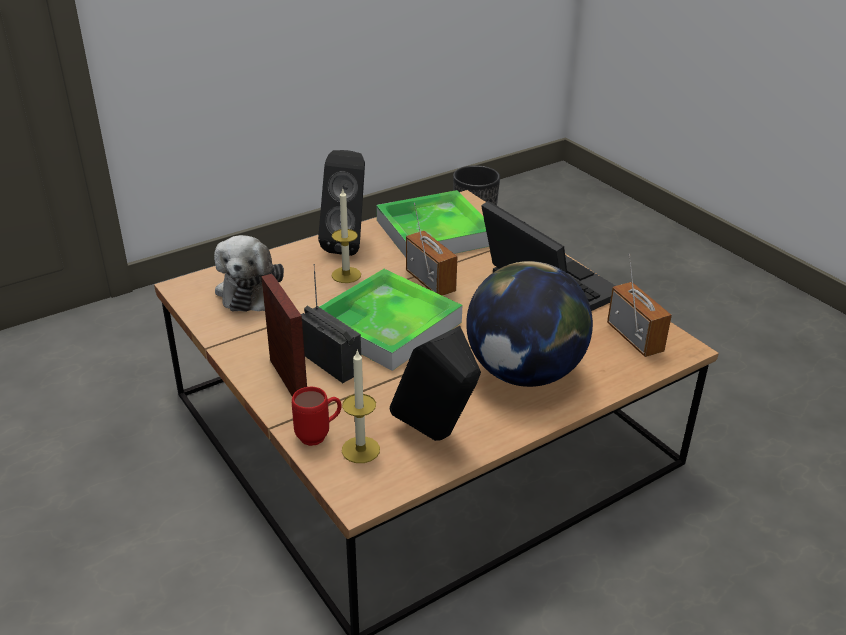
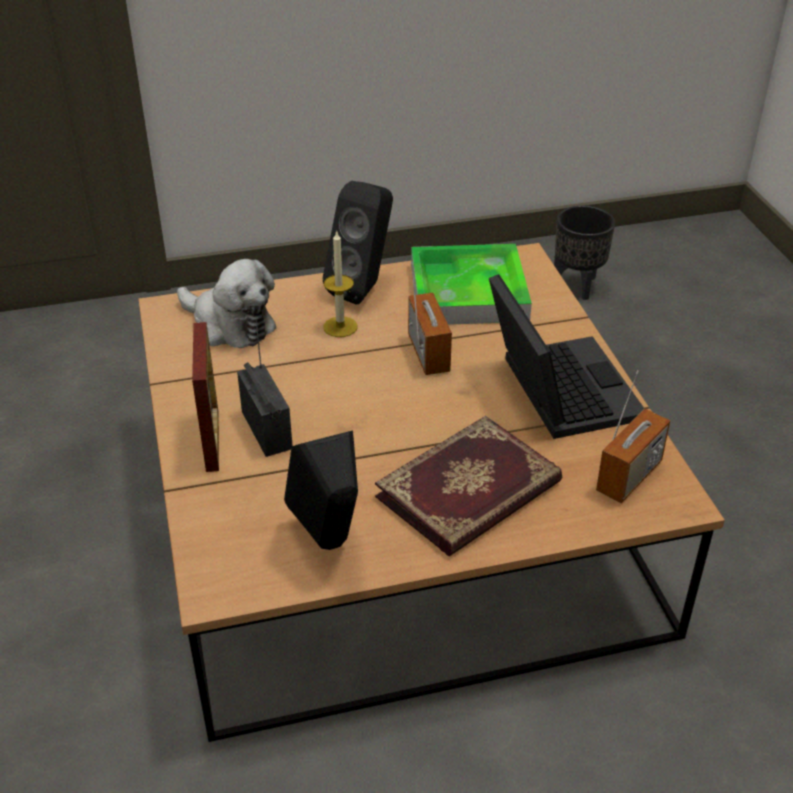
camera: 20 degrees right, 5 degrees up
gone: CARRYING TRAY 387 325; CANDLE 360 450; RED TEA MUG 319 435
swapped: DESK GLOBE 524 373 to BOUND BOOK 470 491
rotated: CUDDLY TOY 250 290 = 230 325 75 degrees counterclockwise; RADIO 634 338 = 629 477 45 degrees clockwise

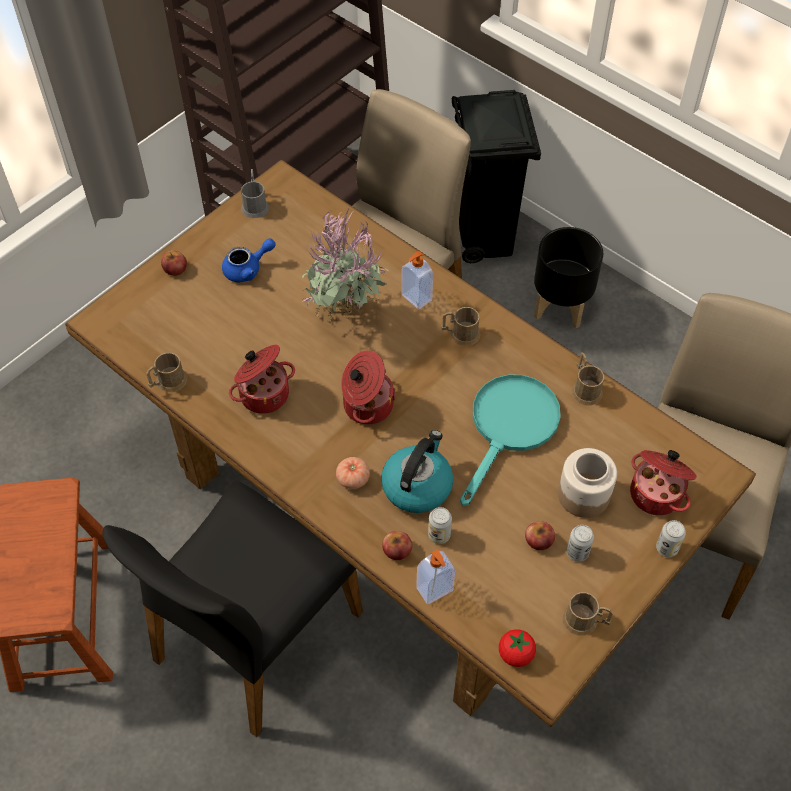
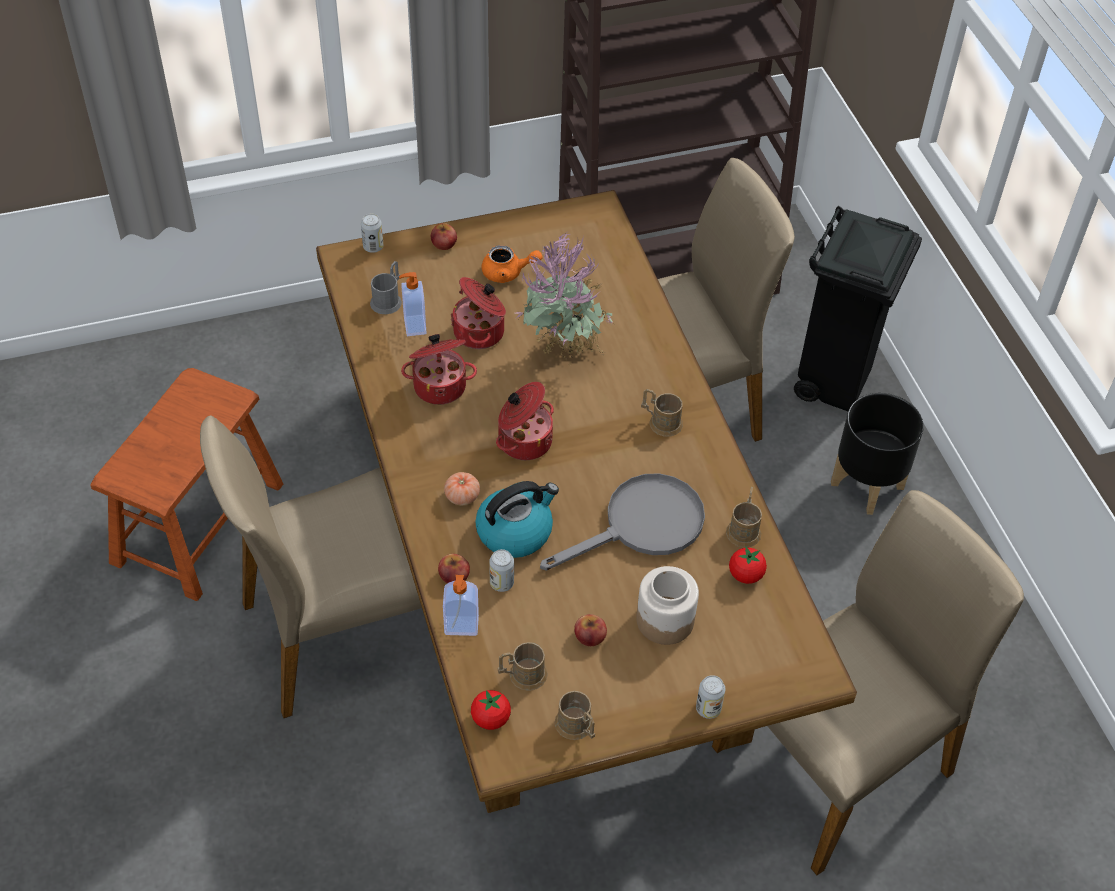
camera: 30 degrees right, 5 degrees down
new: FRESH TOMATO 745 575
shifted: GREY TEA MUG 255 204 to 388 299; SOAP BOTTLE 416 298 to 413 326; BROWN-COLOURED TEA MUG 168 382 to 522 675; COOKING POT 657 493 to 480 332; SEALED CAN 577 552 to 373 247
repainted: BLUISH POT FOR TEA 248 269 to ORANGE-COLOURED POT FOR TEA 508 273; BLUE-GREEN SKILLET 510 427 to GREY SKILLET 642 526; BLACK-COLOURED CHAIR 254 636 to SAND-COLOURED CHAIR 344 632

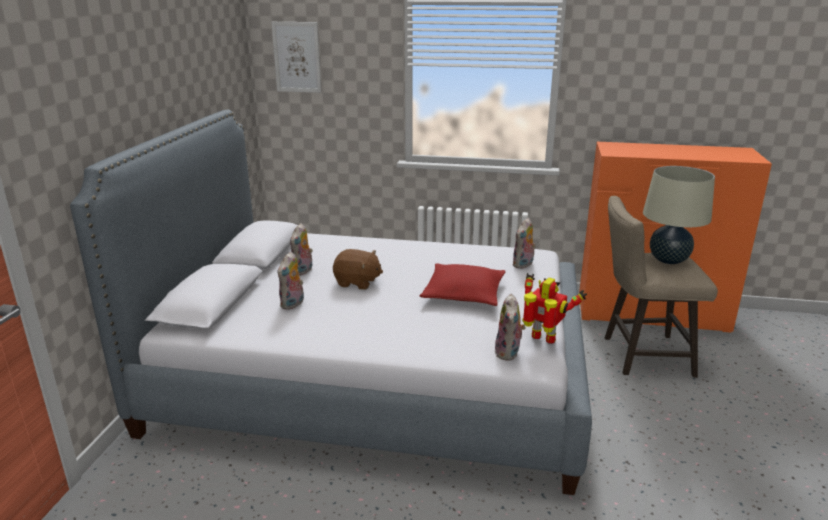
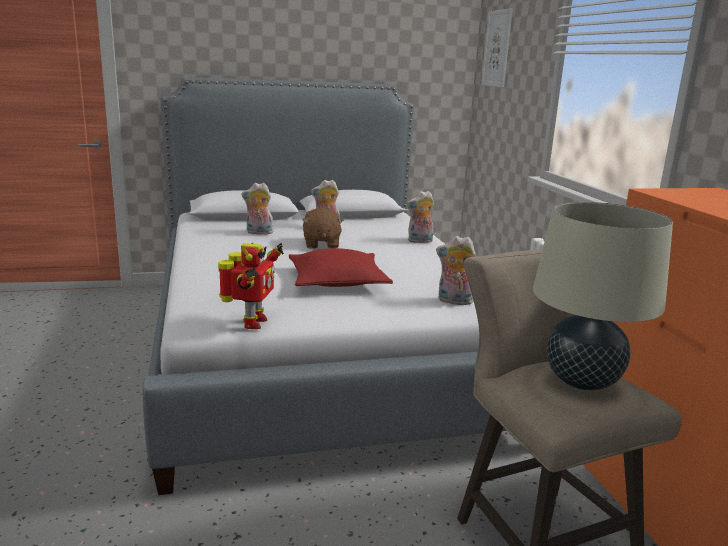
camera: 65 degrees right, 5 degrees down
shifted: CUDDLY TOY 509 353 to 420 241

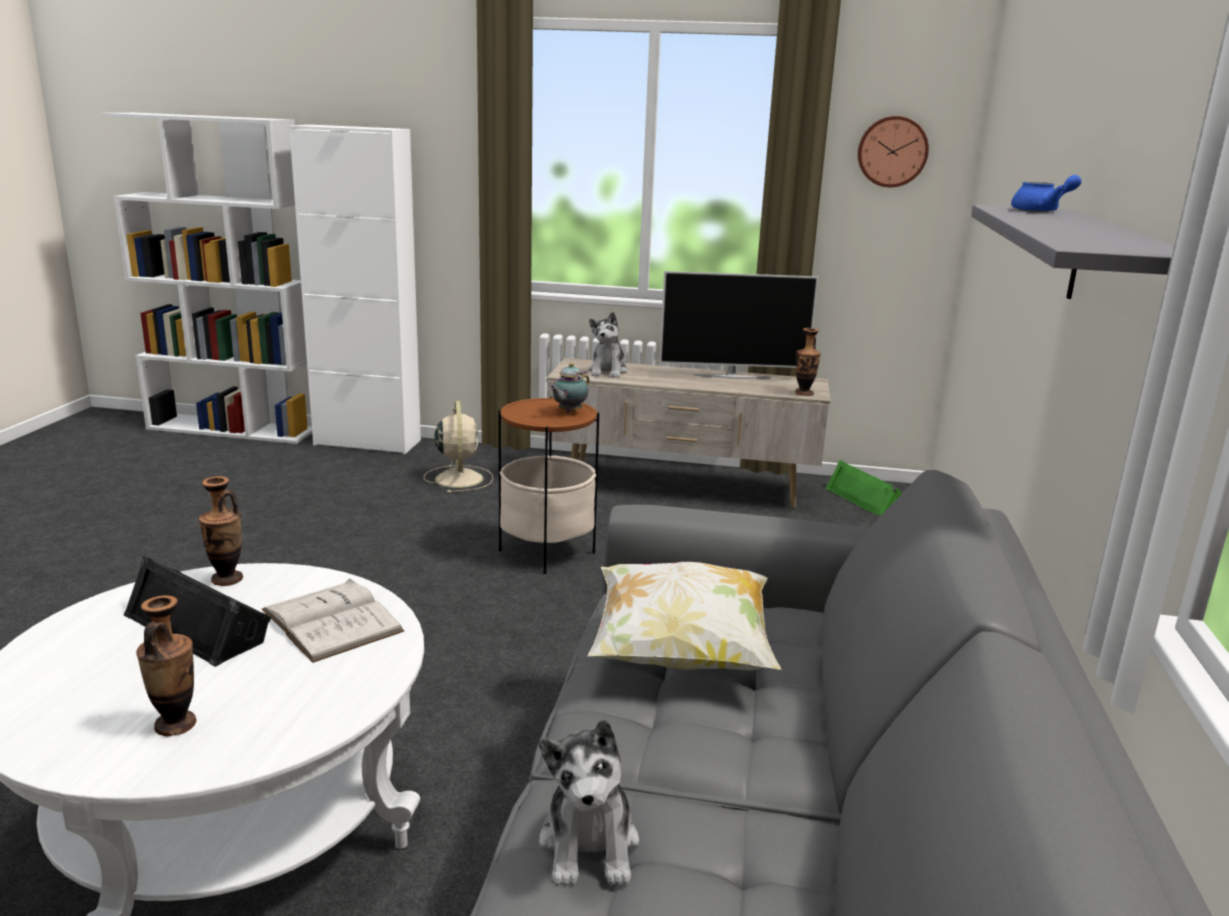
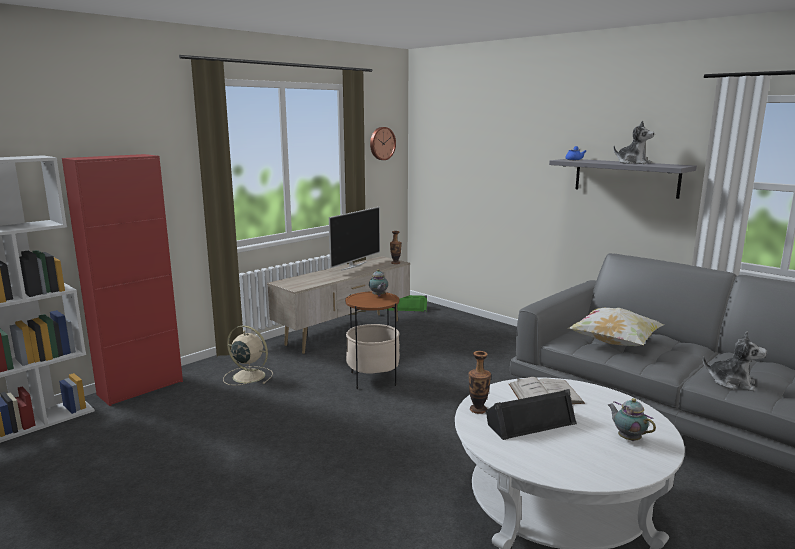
camera: 55 degrees left, 5 degrees down
shifted: CUDDLY TOY 608 371 to 633 163
swapped: VASE 175 725 to POT FOR TEA 627 438
repainted: WHITISH CABINET 367 442 to RED CABINET 140 388

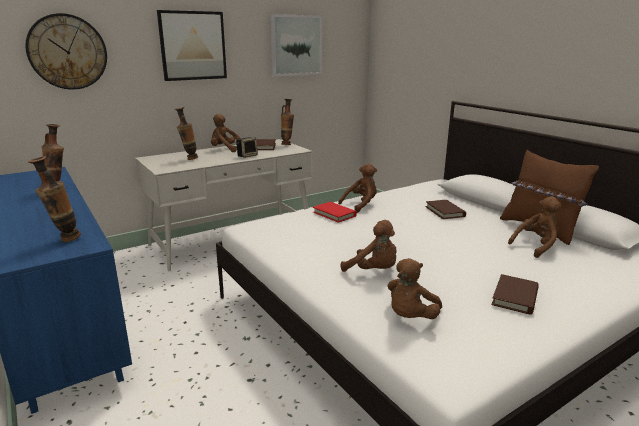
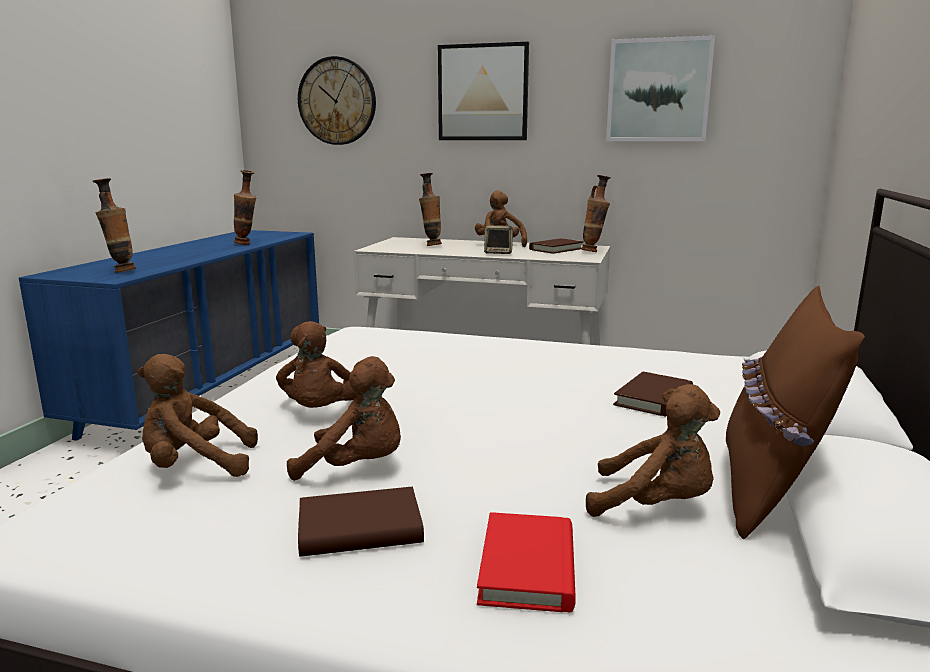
camera: 50 degrees right, 5 degrees down
shifted: BROWN-COLOURED CUDDLY TOY 361 205 to 357 467; RED BOUND BOOK 334 214 to 528 567

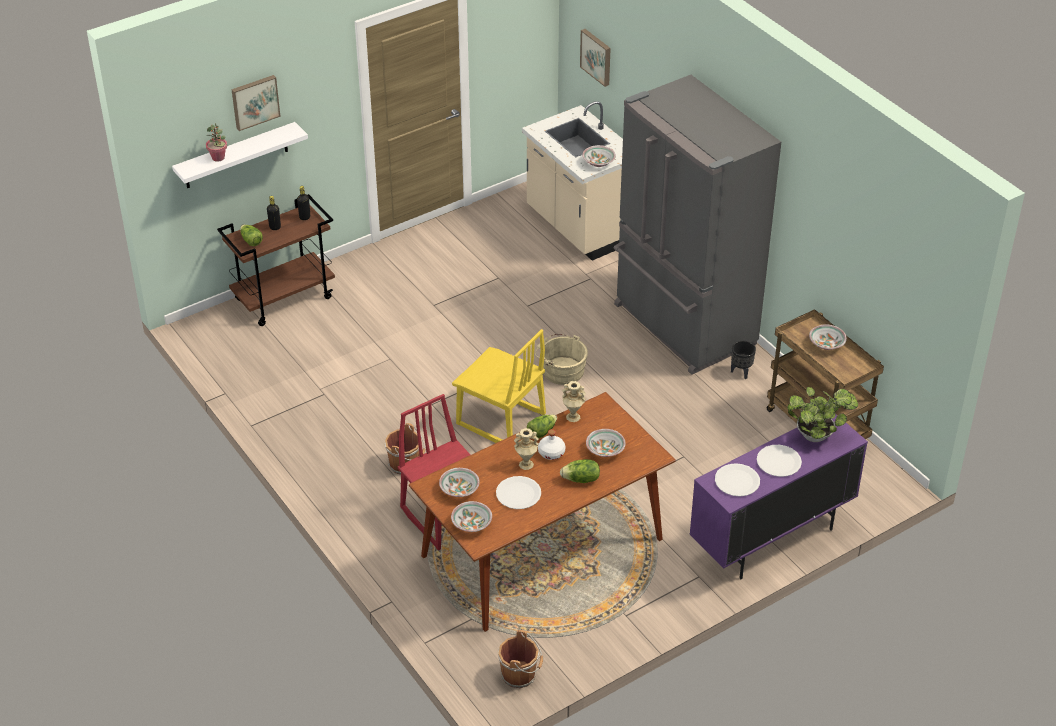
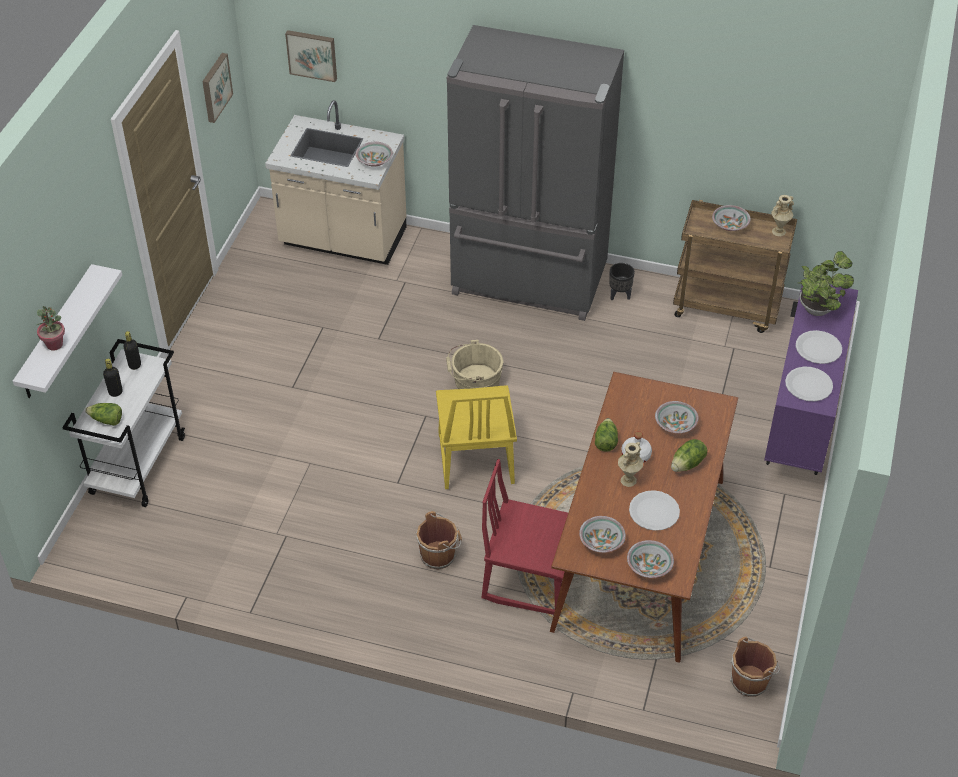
camera: 40 degrees left, 5 degrees up
shifted: WALL ART 254 101 to 215 87; SAND-COLOURED VASE 573 417 to 779 231
repainted: BROWN-COLOURED CART 284 298 to WHITISH CART 138 464
rotated: YELLOW CHAIR 500 420 = 474 459 90 degrees clockwise

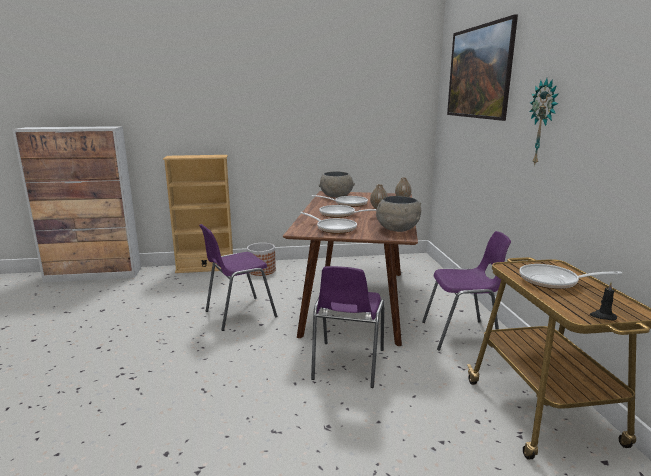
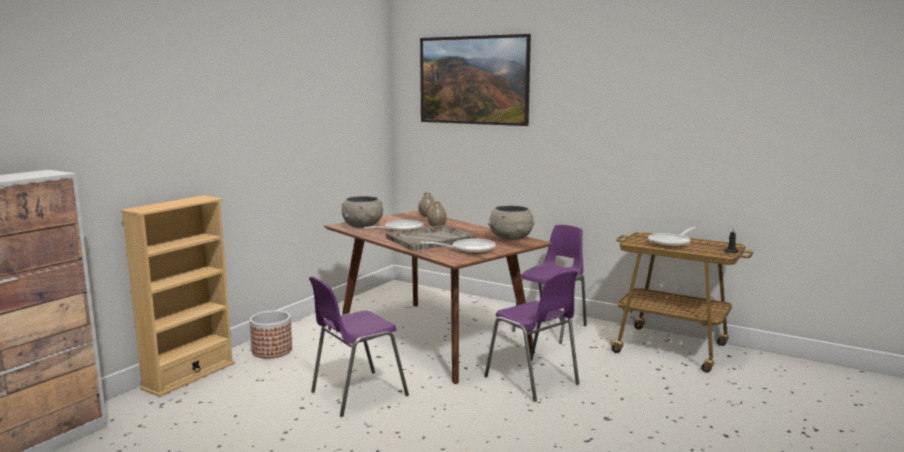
camera: 50 degrees left, 5 degrees down
gone: WALL CLOCK 544 123
swapped: SKILLET 340 214 to GREY CARRYING TRAY 431 239
rotated: PURPLE CHAIR 238 314 = 356 394 45 degrees clockwise

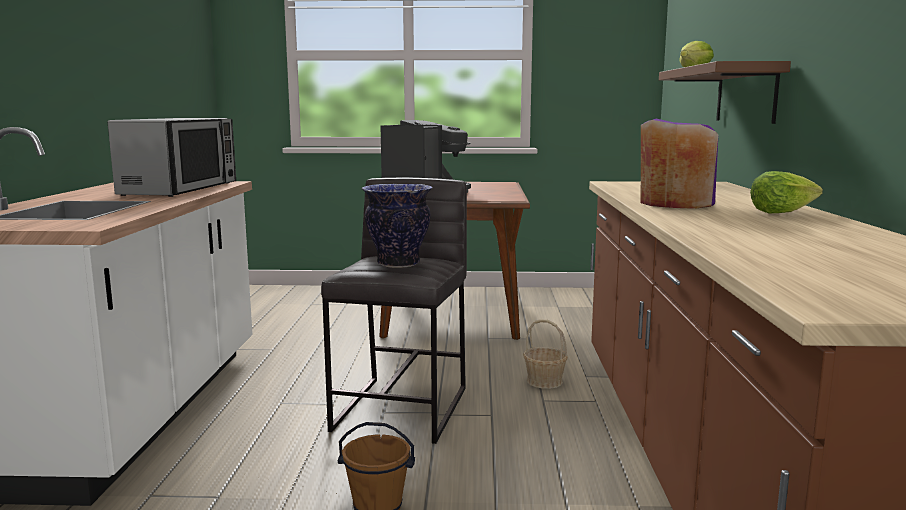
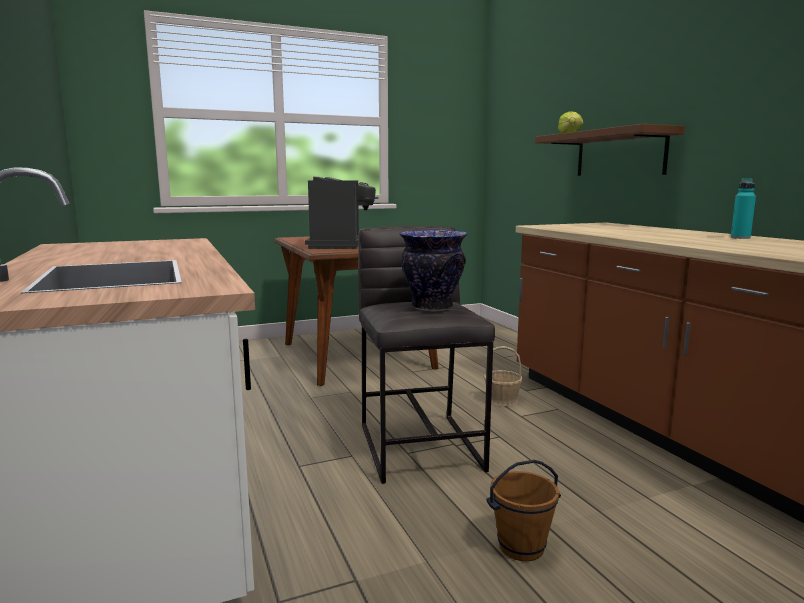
camera: 25 degrees left, 0 degrees up
gone: MICROWAVE OVEN 181 189; PURPLE VASE 675 203
swapped: HEAD OF LETTUCE 781 212 to BLUE-GREEN BEVERAGE BOTTLE 740 238

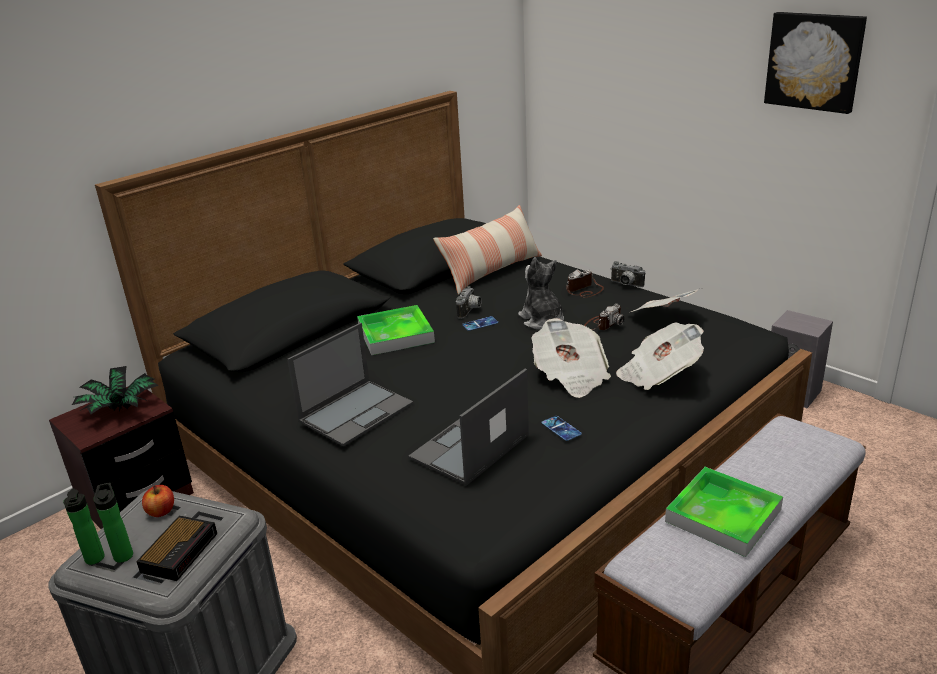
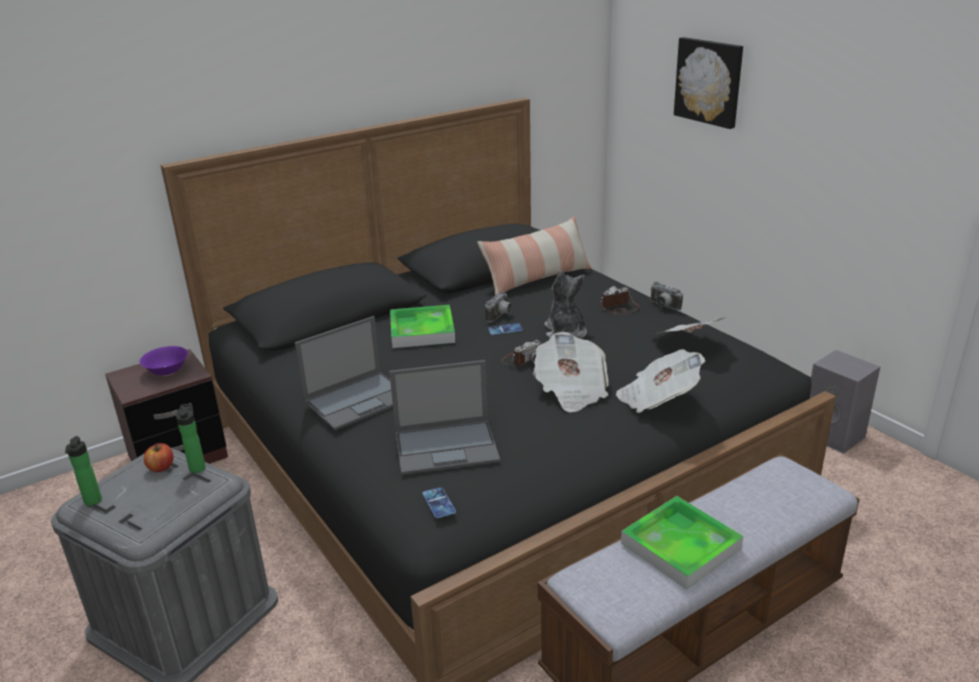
camera: 10 degrees right, 0 degrees up
gone: ALARM CLOCK 180 551
shifted: WALL ART 814 61 to 709 81; PHOTO CAMERA 603 324 to 522 359; TELEPHONE 561 428 to 438 503; BEVERAGE BOTTLE 123 554 to 197 466
swapped: PLANT IN A POT 120 409 to PURPLE BOWL 167 372
rotated: LAPTOP 469 447 = 447 446 150 degrees counterclockwise

